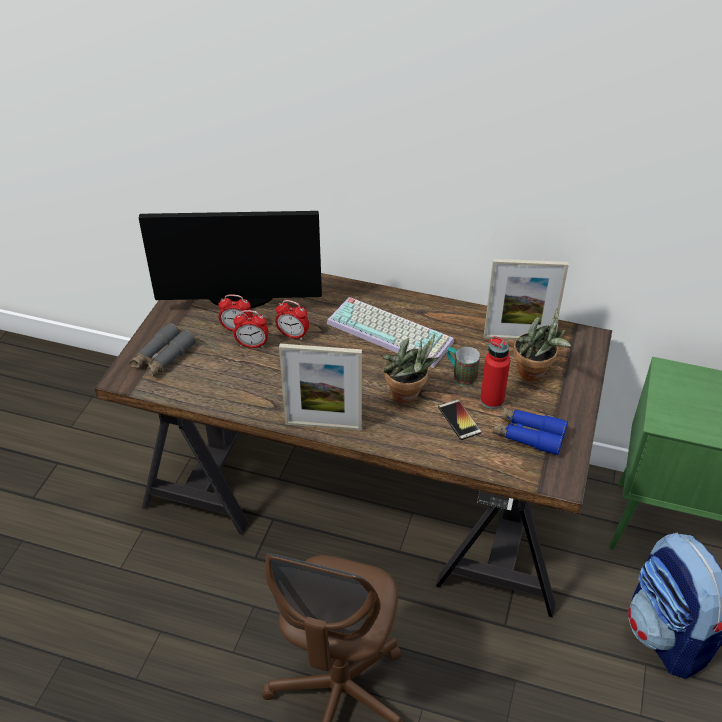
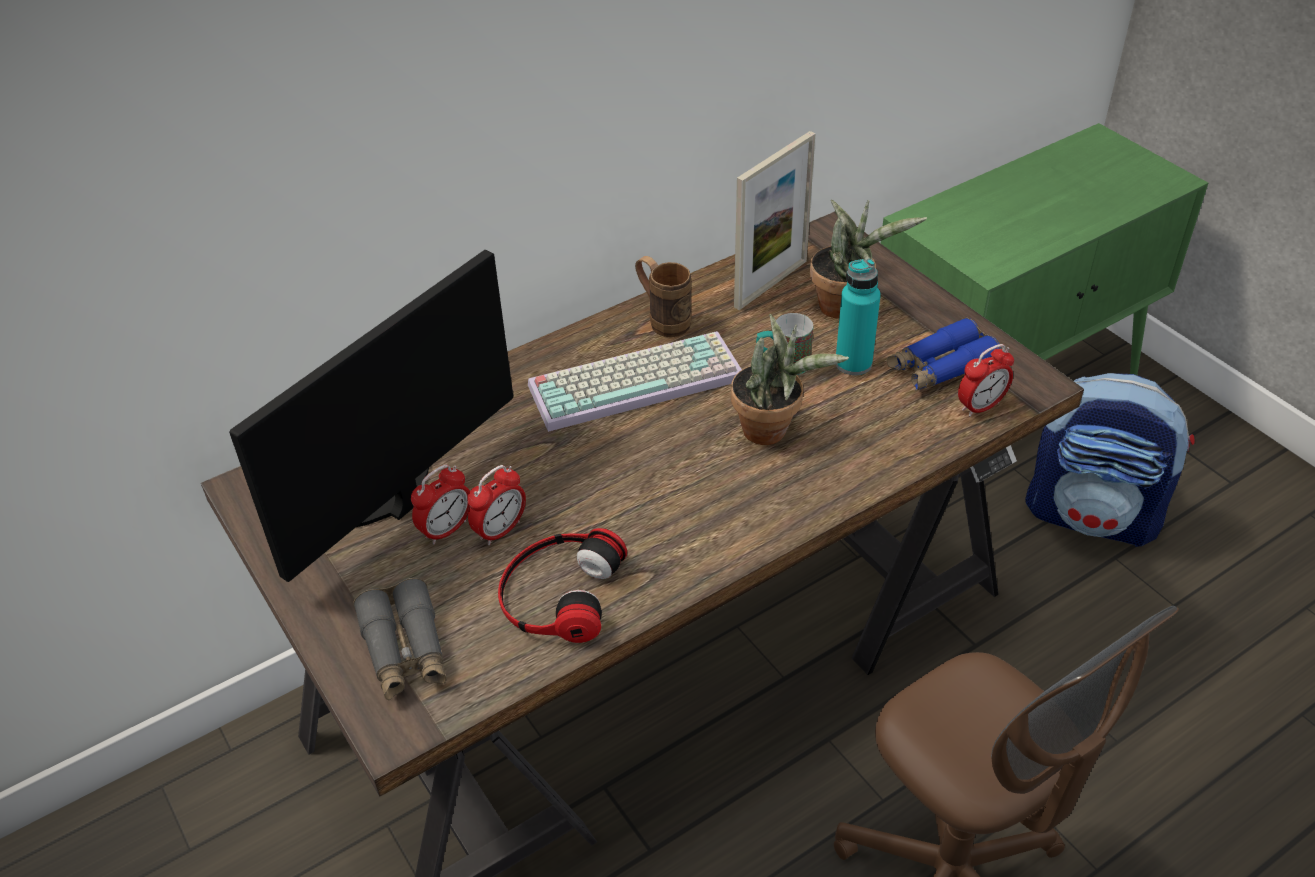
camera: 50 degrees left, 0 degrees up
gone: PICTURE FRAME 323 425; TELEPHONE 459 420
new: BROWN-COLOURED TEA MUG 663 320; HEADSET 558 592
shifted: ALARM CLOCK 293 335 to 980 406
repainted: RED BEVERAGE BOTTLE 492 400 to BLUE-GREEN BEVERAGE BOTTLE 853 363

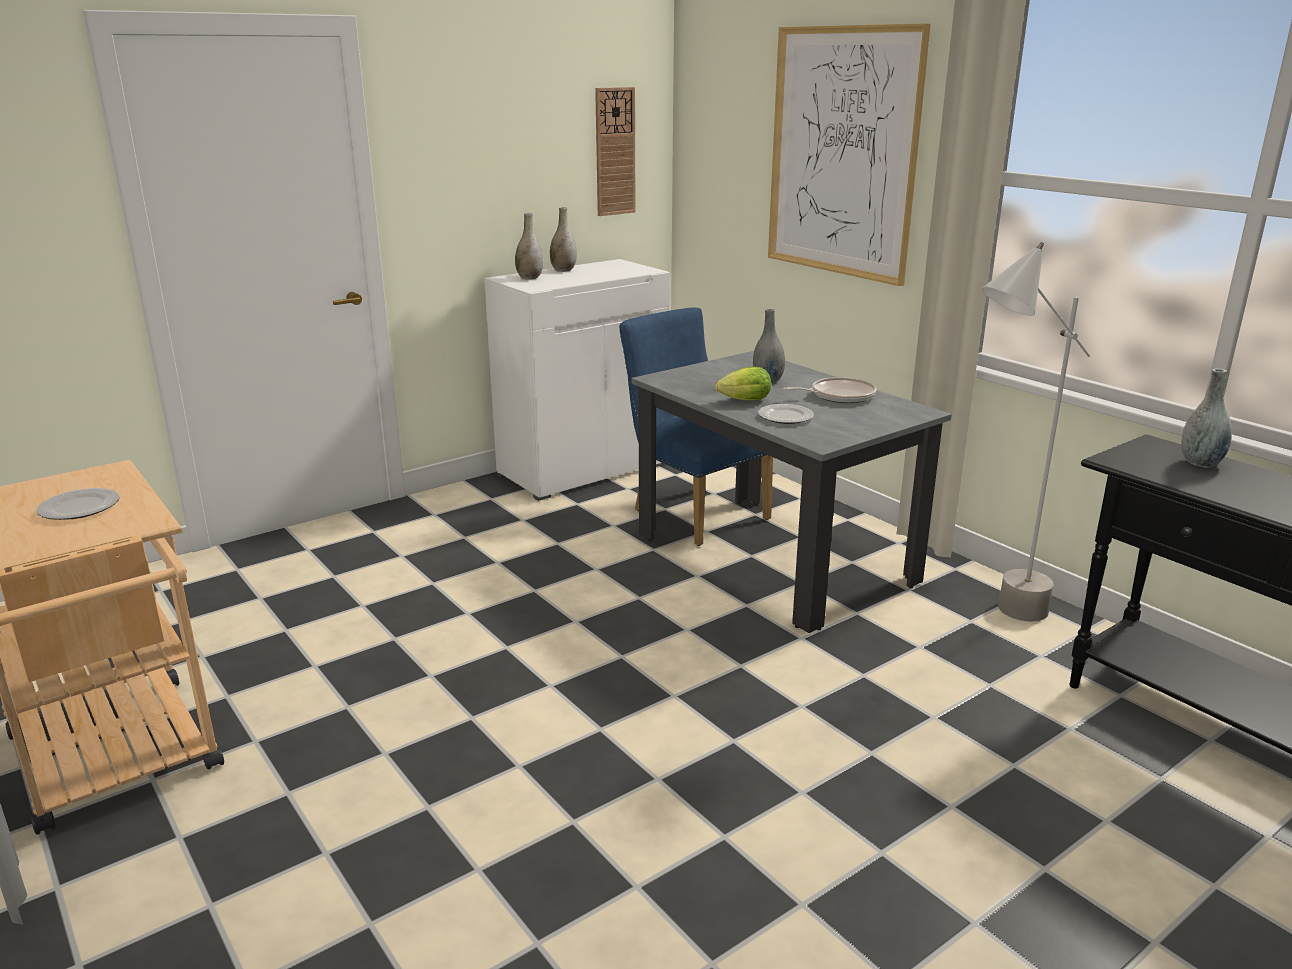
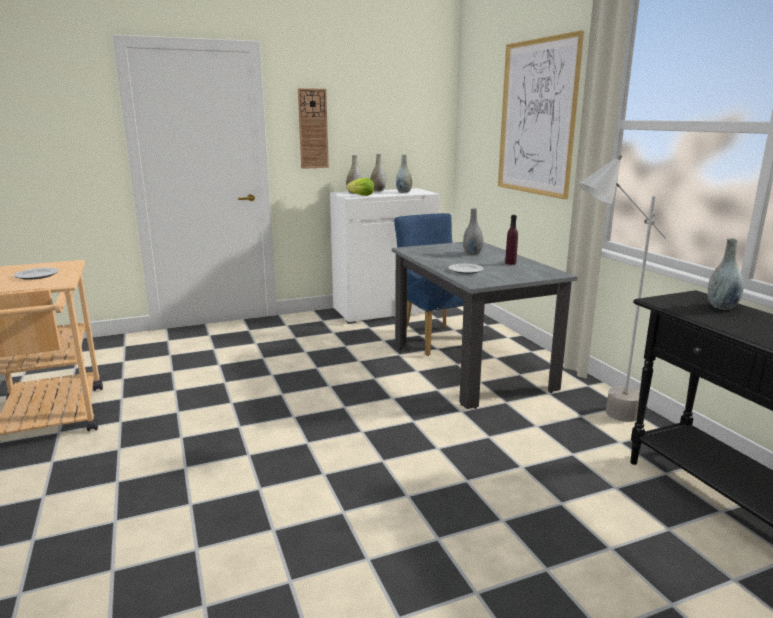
camera: 15 degrees right, 5 degrees down
new: GREY VASE 403 192
shifted: WALL CLOCK 615 152 to 313 129; HEAD OF LETTUCE 742 401 to 360 195
swapped: SKILLET 839 396 to PURPLE BEVERAGE BOTTLE 510 263

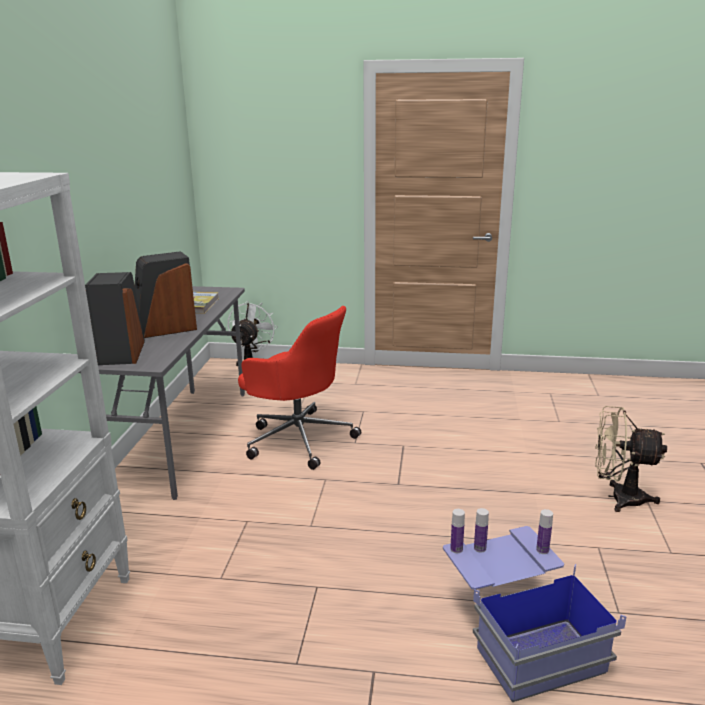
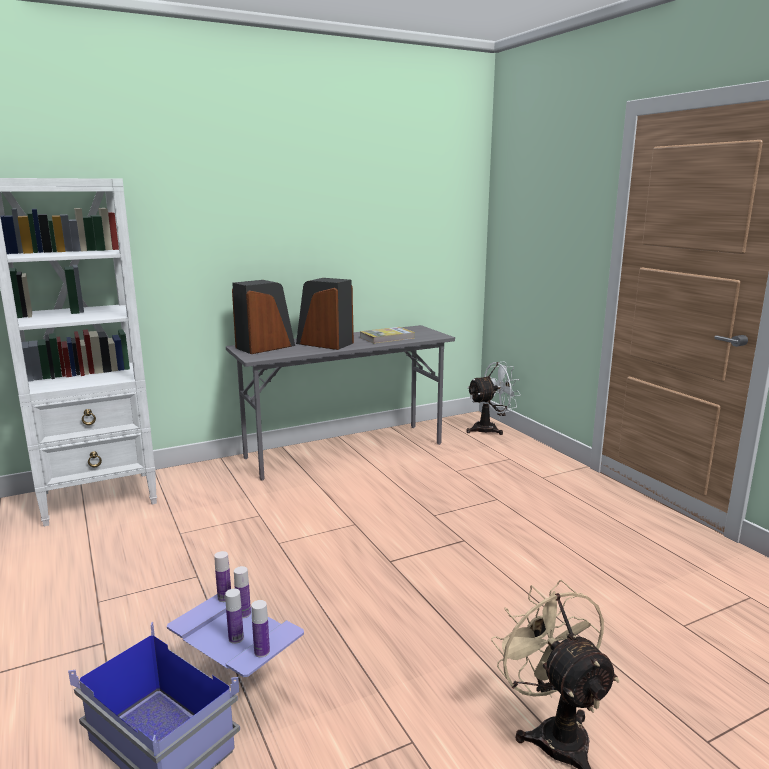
camera: 55 degrees right, 5 degrees down
gone: RED DESK CHAIR 298 438
new: BEVERAGE BOTTLE 236 638

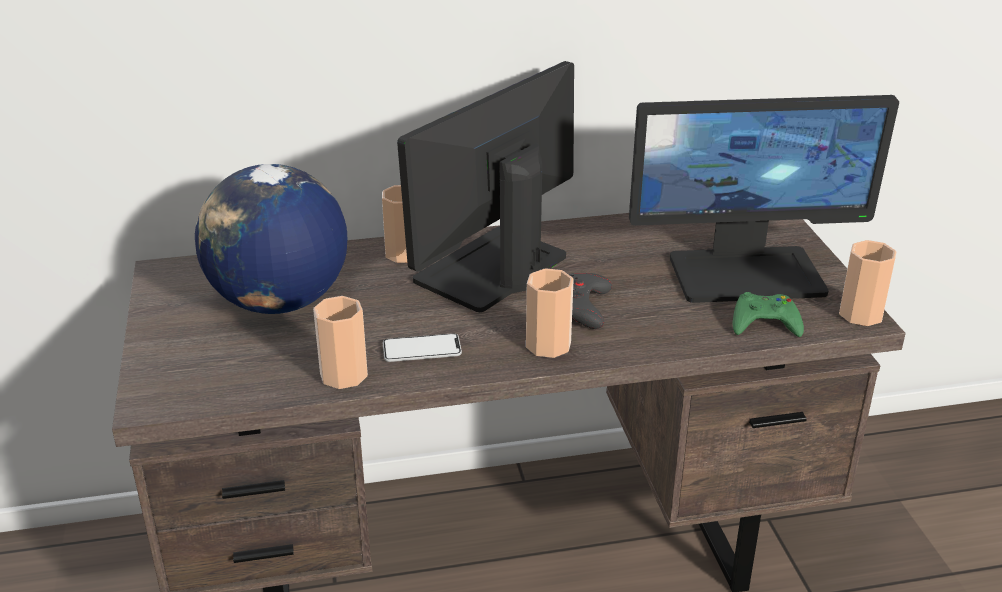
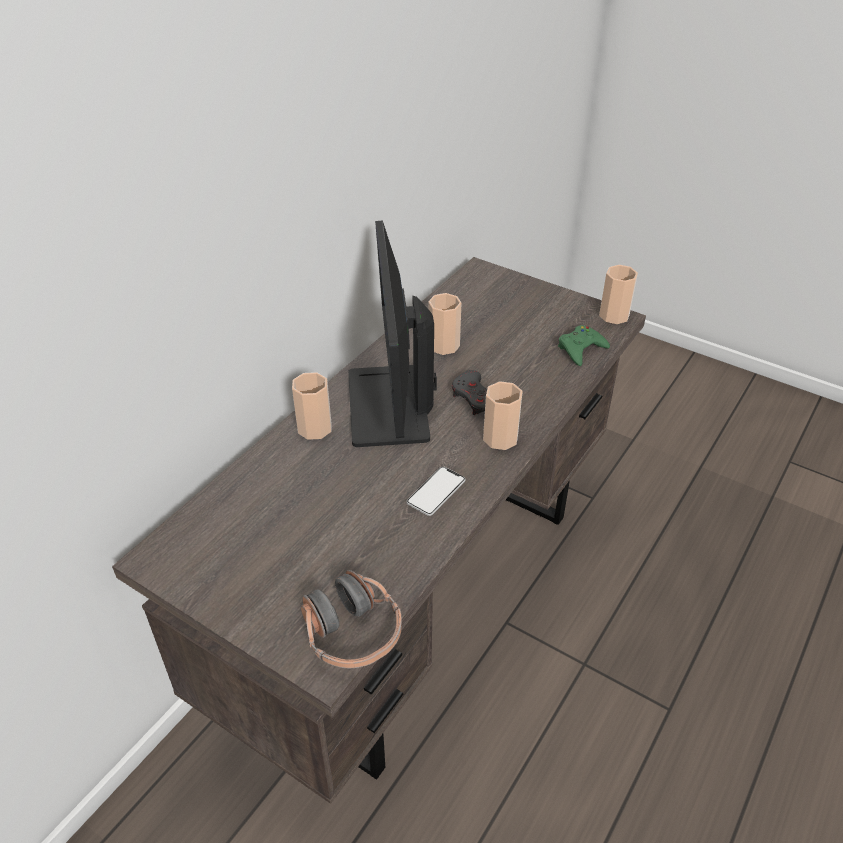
camera: 45 degrees left, 10 degrees up
gone: MONITOR 746 273; DESK GLOBE 278 302
new: HEADSET 352 633
shifted: CUP 343 375 to 444 345

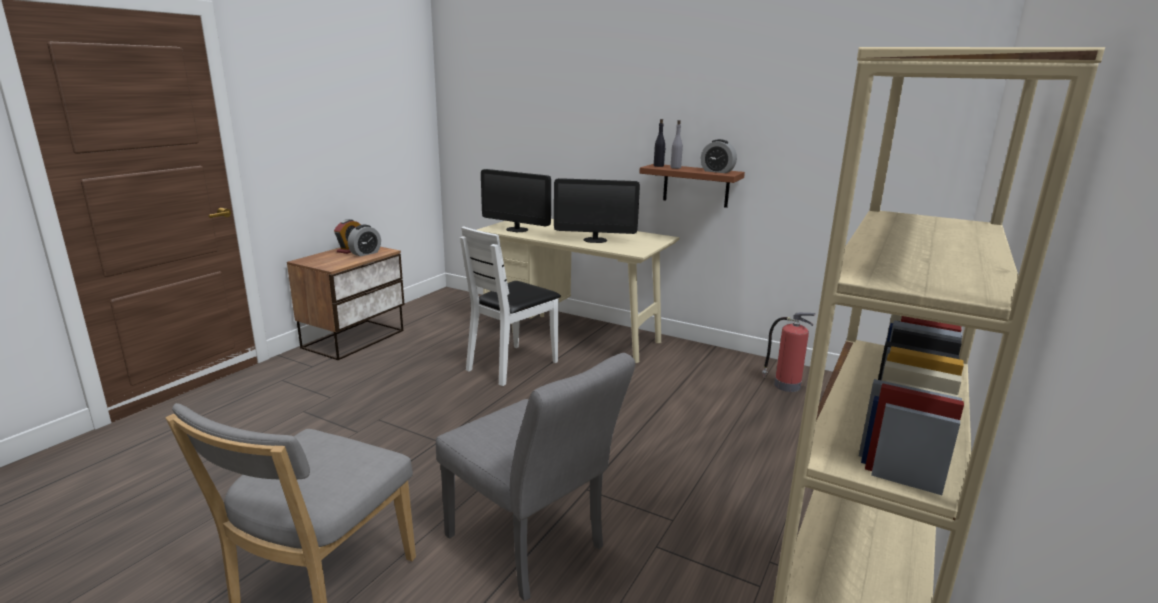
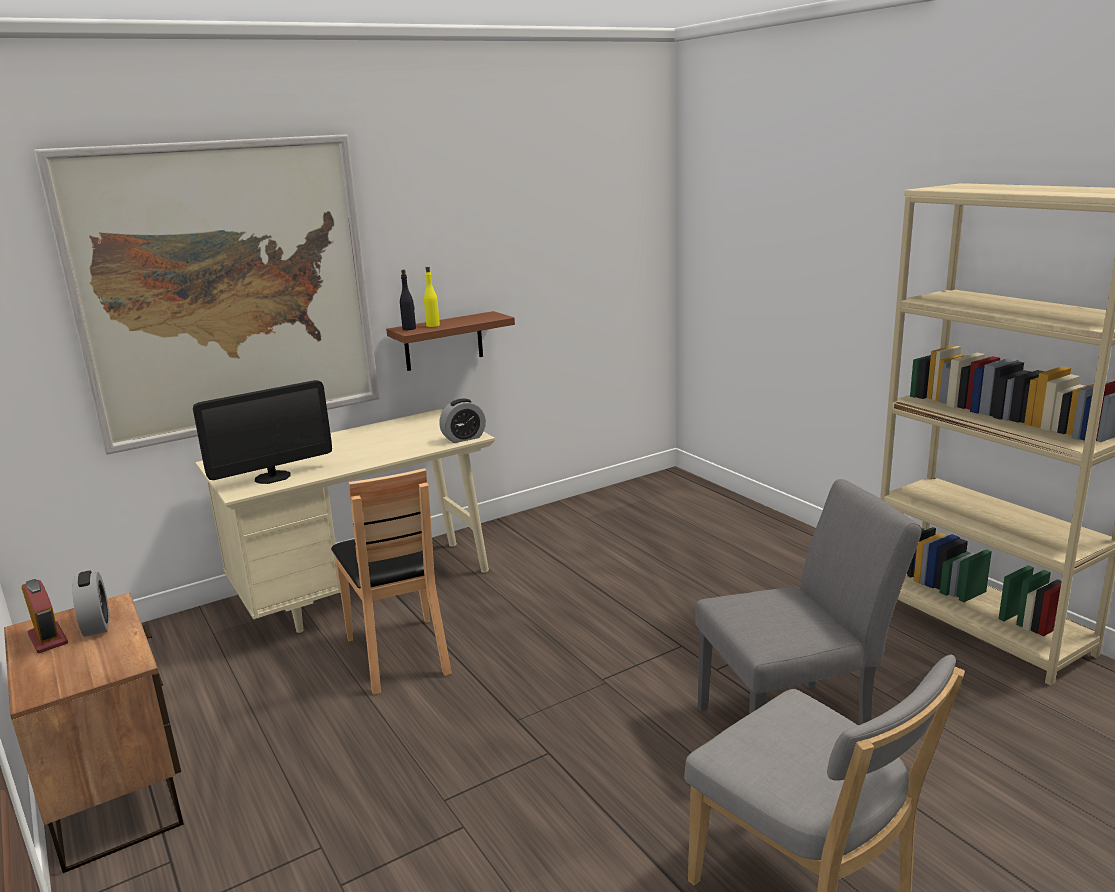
camera: 60 degrees left, 0 degrees up
gone: MONITOR 595 240; EXTINGUISHER 785 385
new: WALL ART 225 288
shifted: ALARM CLOCK 717 171 to 464 438
repainted: GREY BEVERAGE BOTTLE 675 167 to YELLOW BEVERAGE BOTTLE 433 325; WHITISH CHAIR 512 365 to BROWN-COLOURED CHAIR 399 654

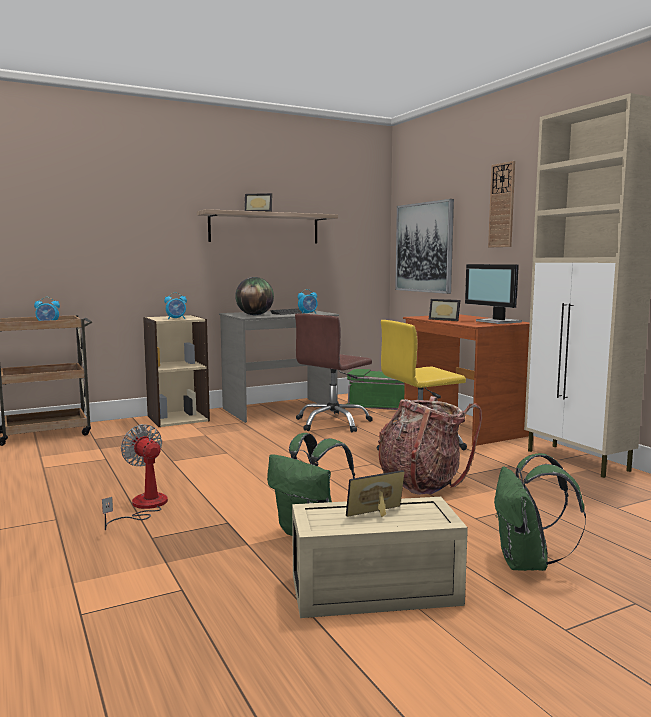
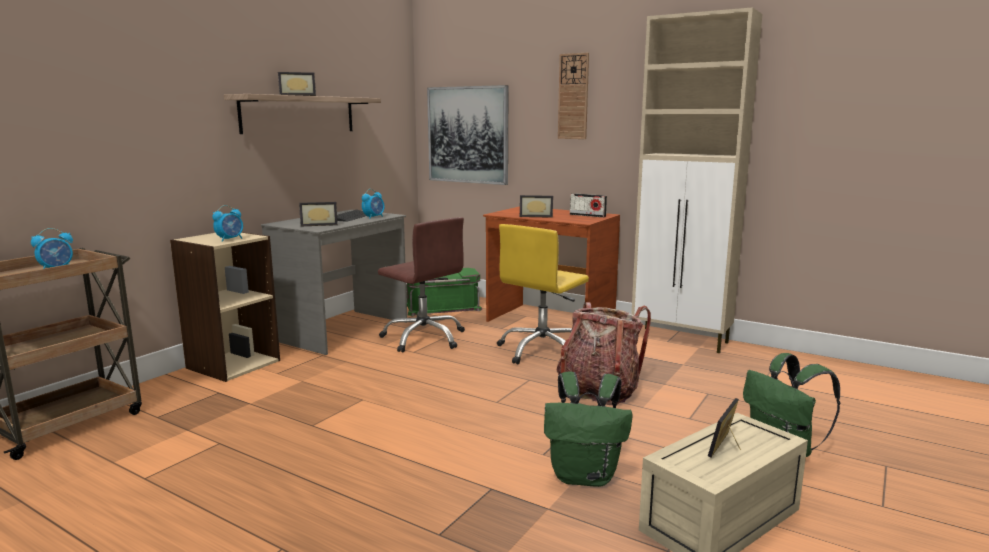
camera: 30 degrees left, 5 degrees up
gone: COOLING FAN 143 507
swapped: MONITOR 497 322 to RADIO 587 215; DESK GLOBE 255 315 to PICTURE FRAME 319 225
rotated: BROWN-COLOURED DESK CHAIR 333 423 = 424 338 60 degrees counterclockwise

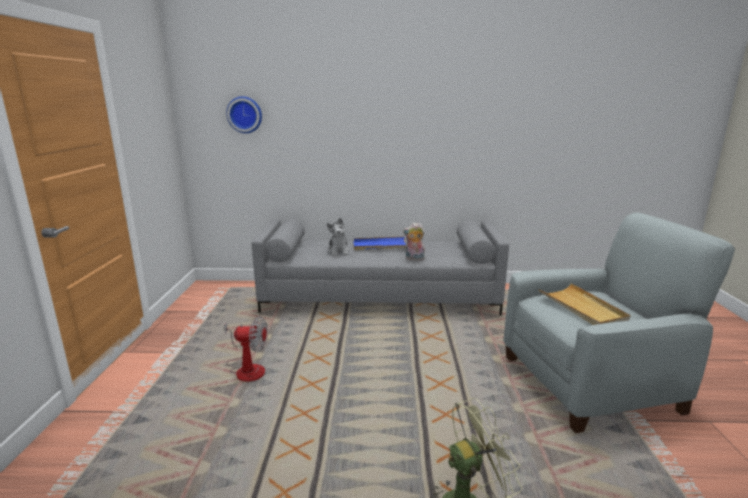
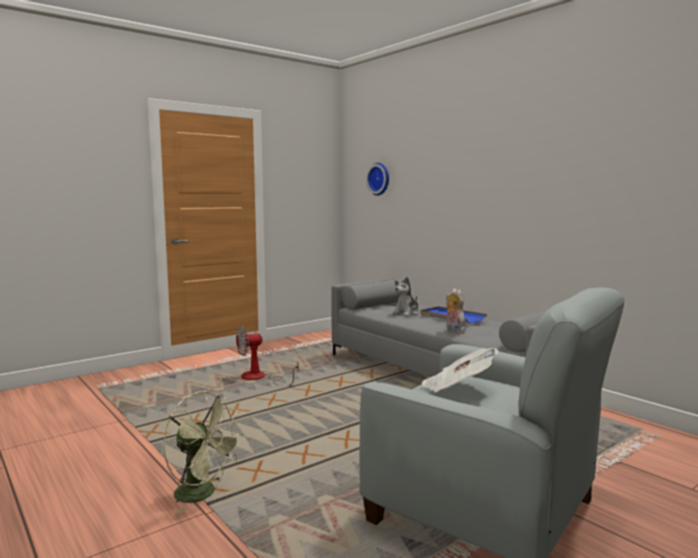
camera: 50 degrees right, 10 degrees down
swapped: SAND-COLOURED CARRYING TRAY 582 307 to DAILY PAPER 457 388
rotated: COOLING FAN 247 368 = 260 378 105 degrees clockwise

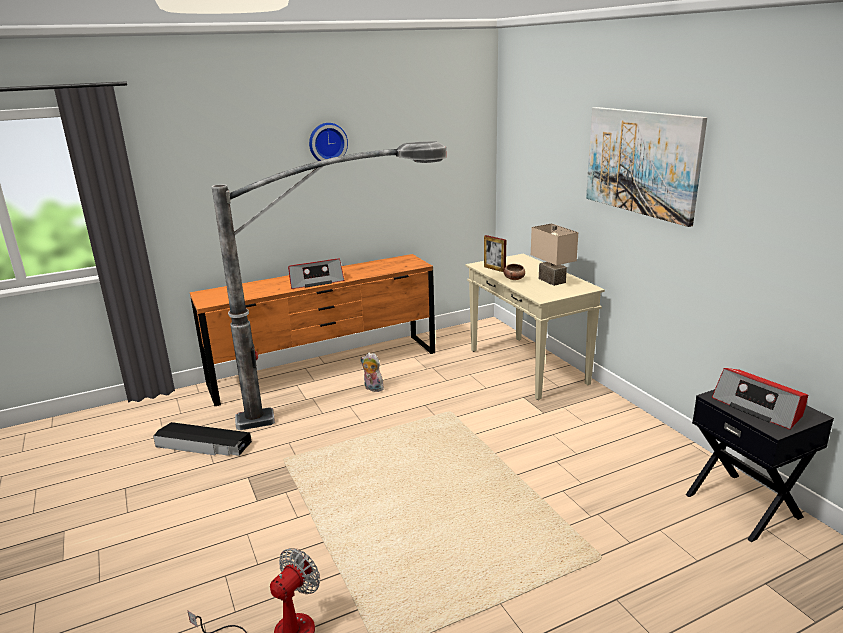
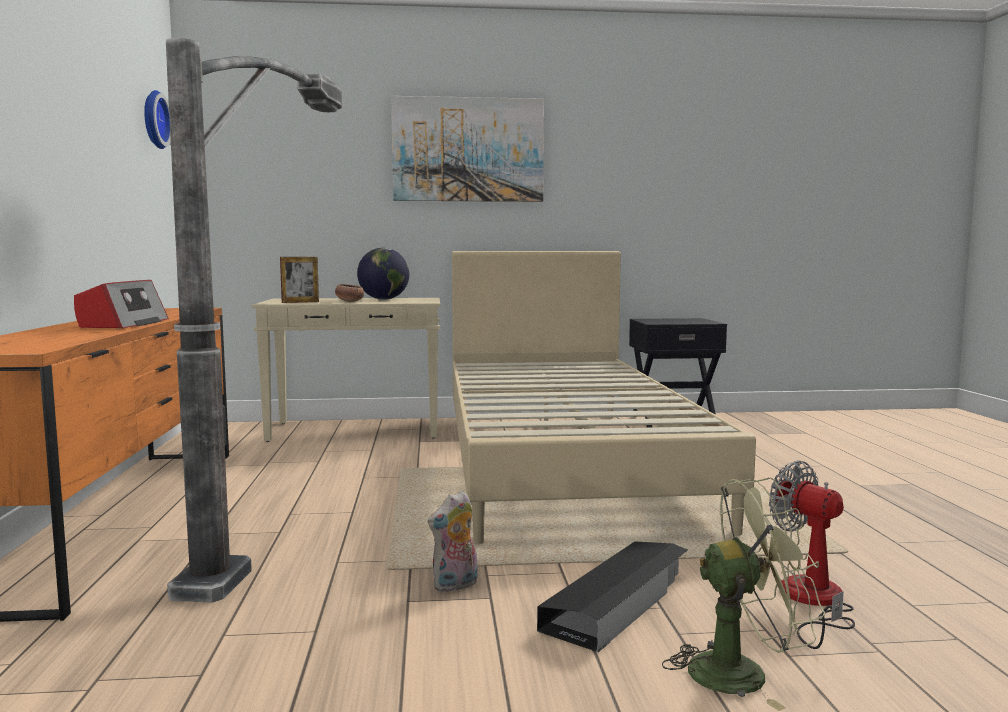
camera: 70 degrees left, 15 degrees down
gone: RADIO 758 407
new: SAND-COLOURED BEDROOM BED 563 462; GREEN-COLOURED COOLING FAN 742 672
shifted: WALL CLOCK 327 143 to 153 119; CUDDLY TOY 372 388 to 455 586; BLACK-COLOURED STORAGE BIN 204 445 to 619 602
swapped: SAND-COLOURED TABLE LAMP 553 280 to DESK GLOBE 384 299

